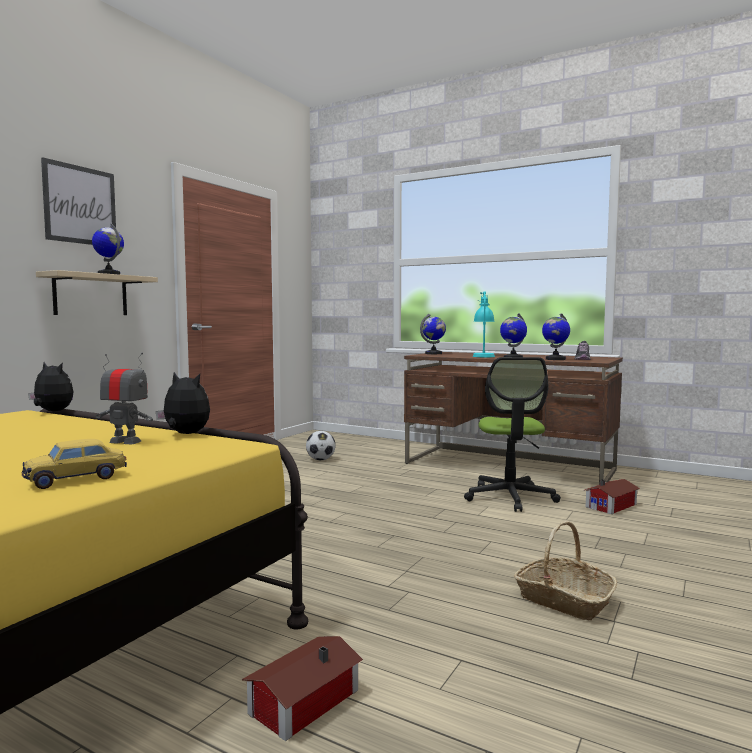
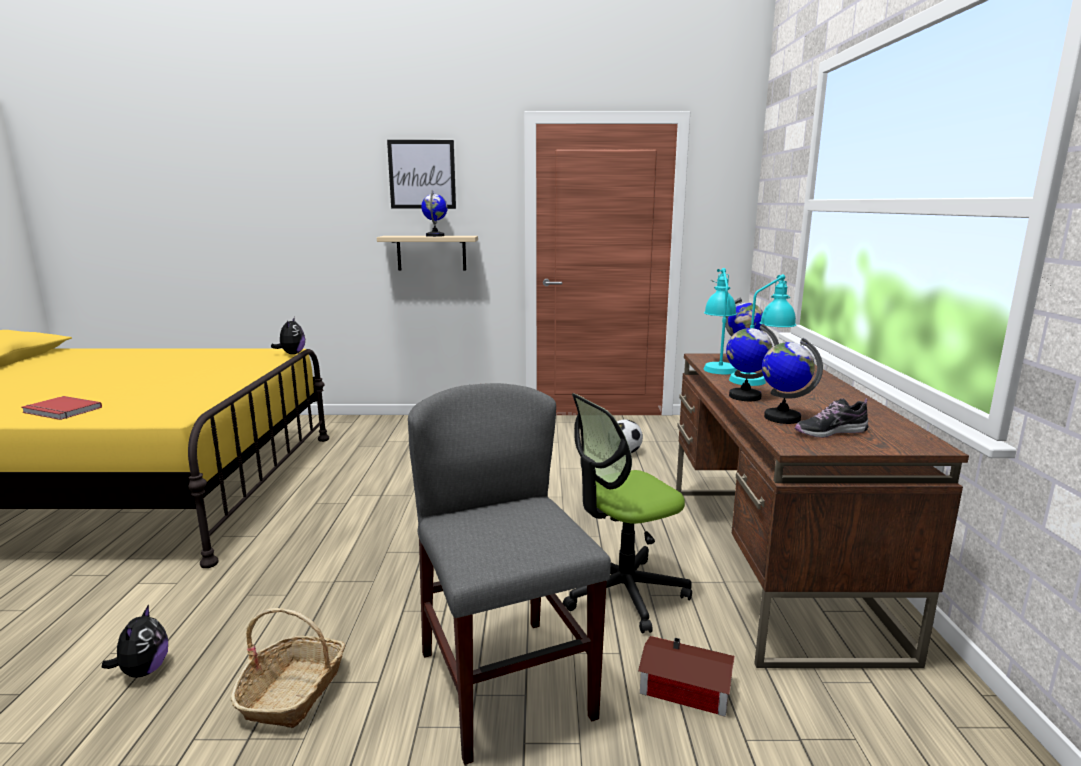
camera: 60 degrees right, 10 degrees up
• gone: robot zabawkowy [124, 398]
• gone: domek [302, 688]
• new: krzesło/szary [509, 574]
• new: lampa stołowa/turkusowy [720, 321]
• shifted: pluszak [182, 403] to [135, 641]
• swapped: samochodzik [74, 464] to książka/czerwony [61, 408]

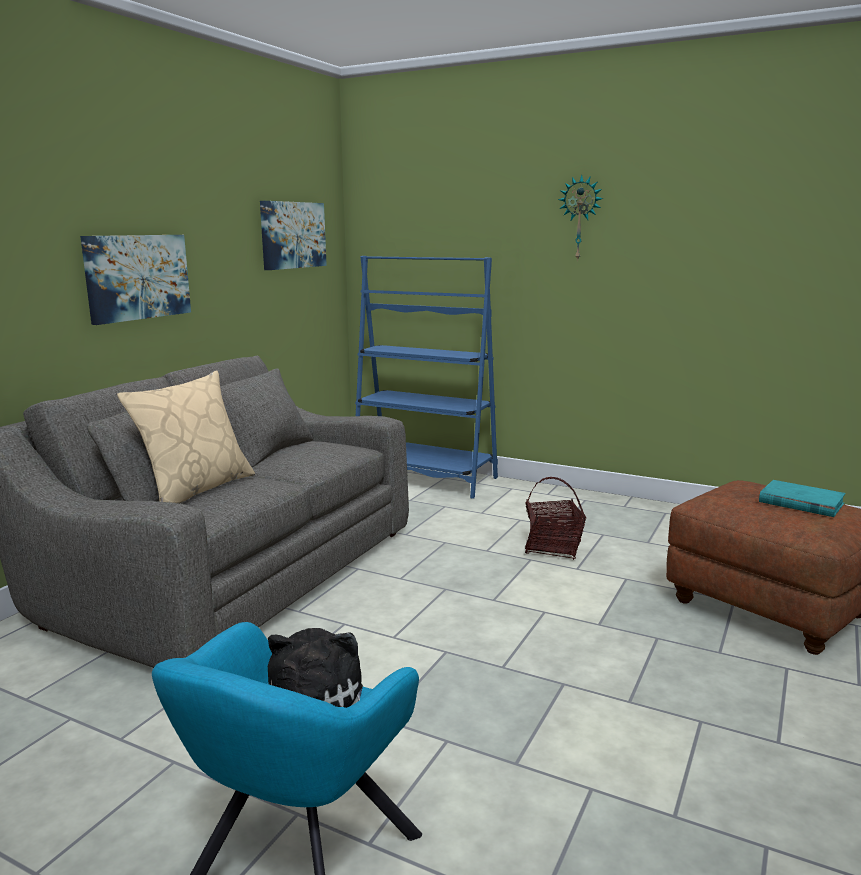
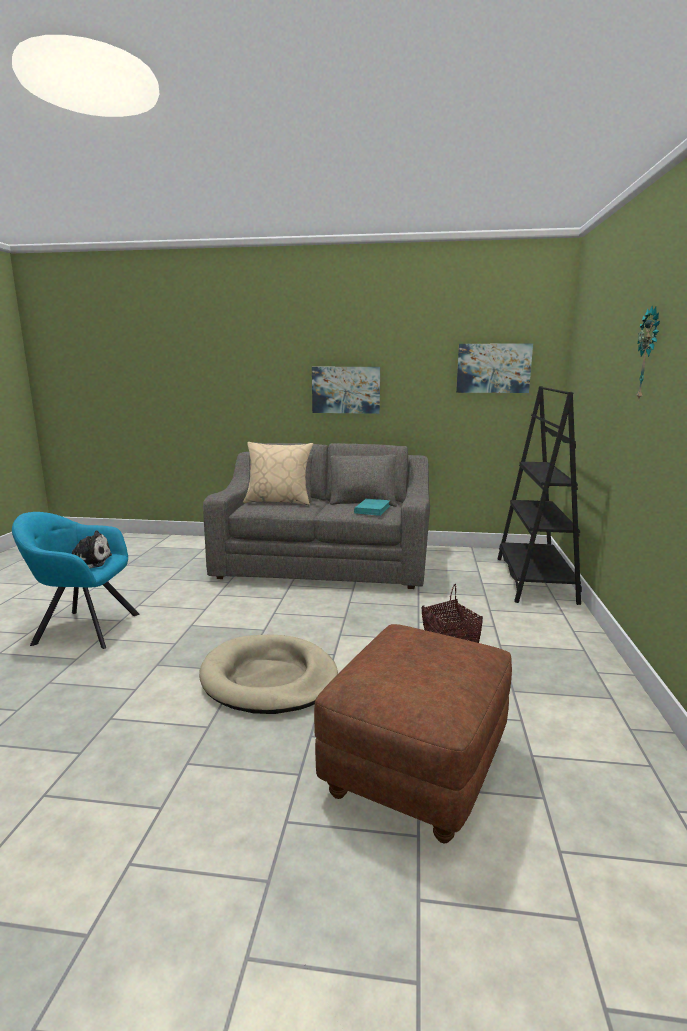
camera: 70 degrees right, 0 degrees up
• new: legowisko/beżowy [268, 674]
• shifted: książka/turkusowy [802, 498] to [372, 507]
• repainted: regał/niebieski [426, 377] to regał/czarny [539, 495]

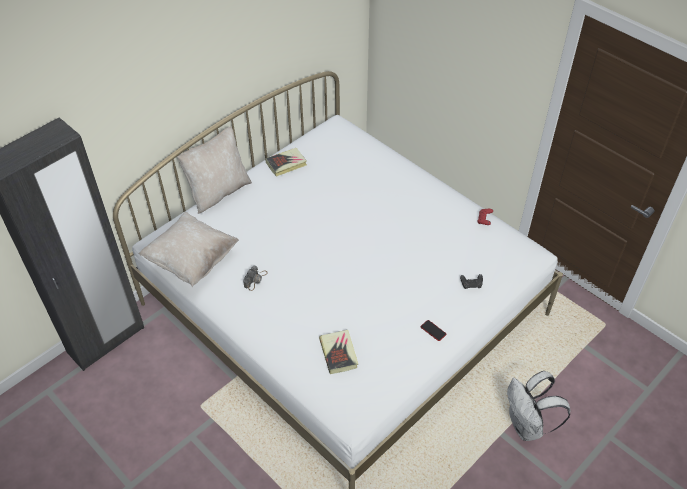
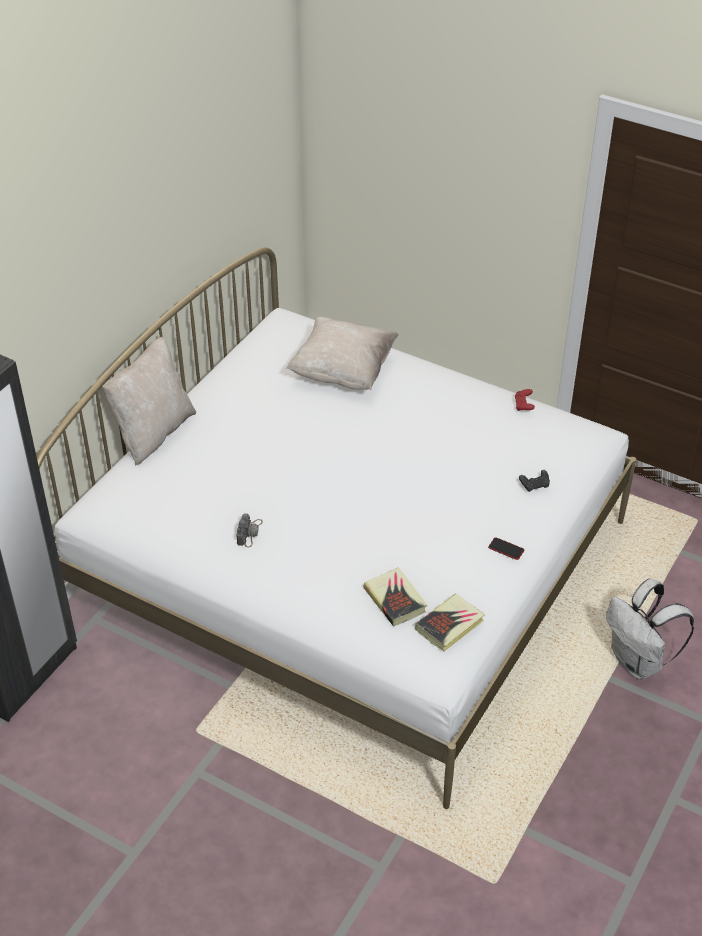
camera: 15 degrees left, 5 degrees down
• shifted: poduszka/beżowy [189, 249] to [342, 353]
• shifted: książka [286, 162] to [450, 623]

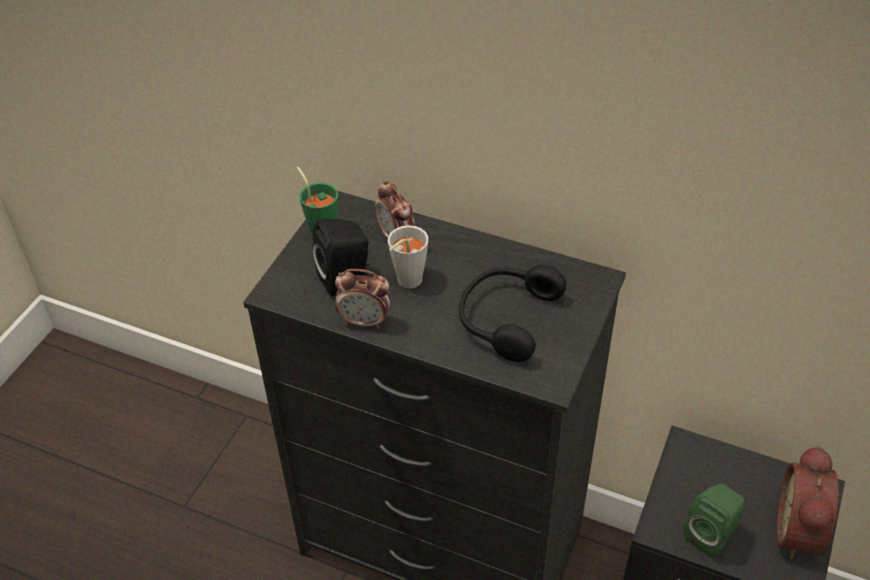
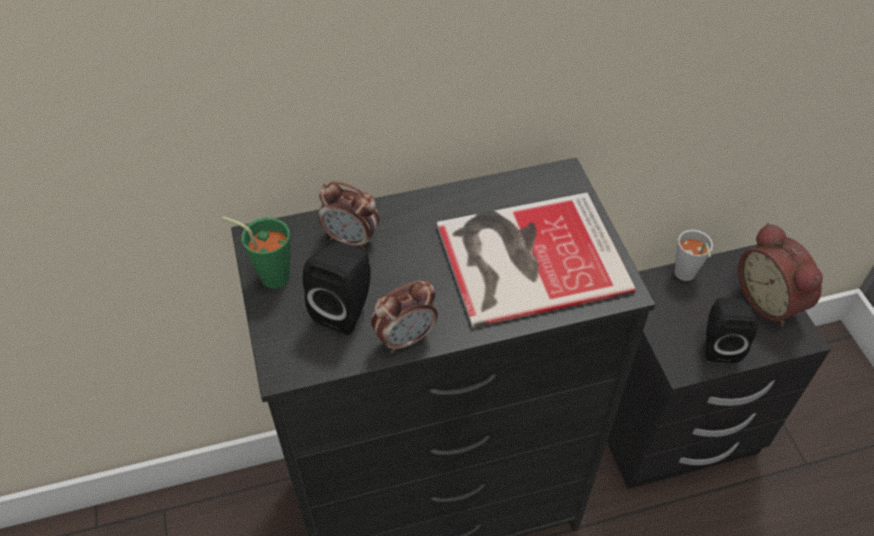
camera: 40 degrees left, 5 degrees up
• shifted: filiżanka/szary [408, 257] to [693, 255]
• swapped: słuchawki/czarny [512, 313] to książka [536, 260]
• repainted: głośnik/zielony [714, 521] to głośnik/czarny [732, 330]

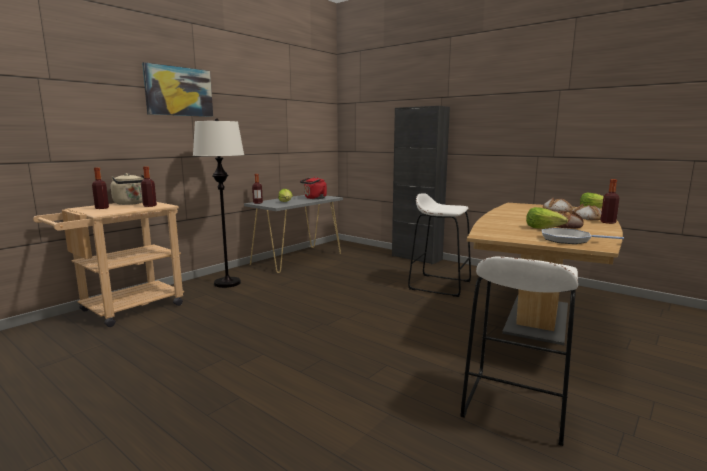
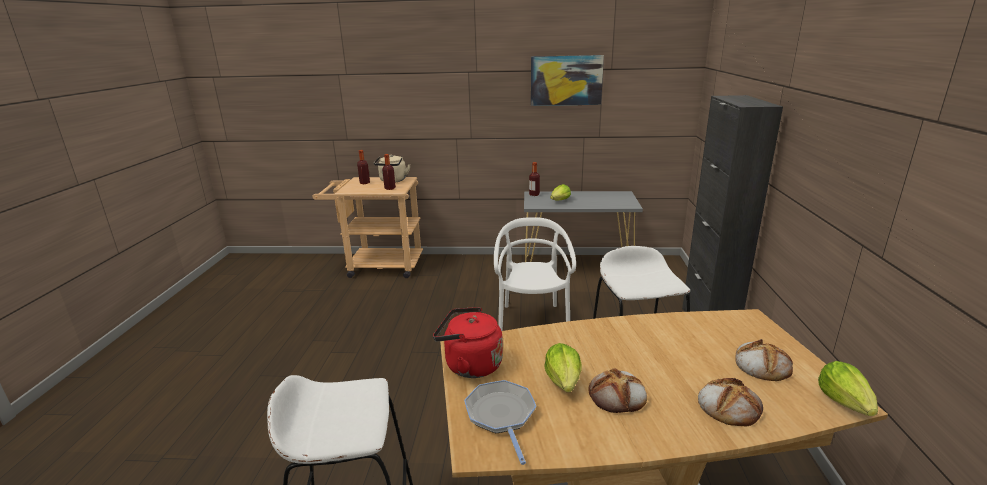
camera: 55 degrees right, 10 degrees up
• gone: lampa stojąca/biały [218, 203]
• gone: butelka [609, 201]
• new: krzesło/biały [535, 274]
• shifted: obraz [177, 89] to [567, 80]
• shifted: czajnik/czerwony [313, 188] to [468, 342]

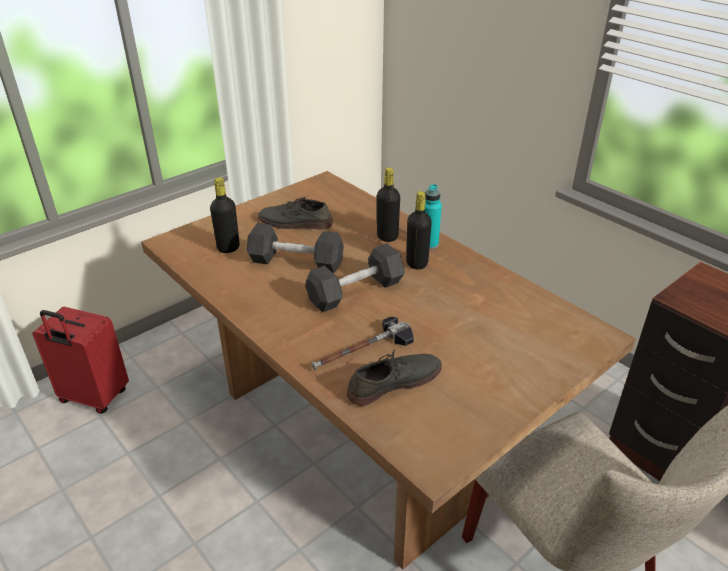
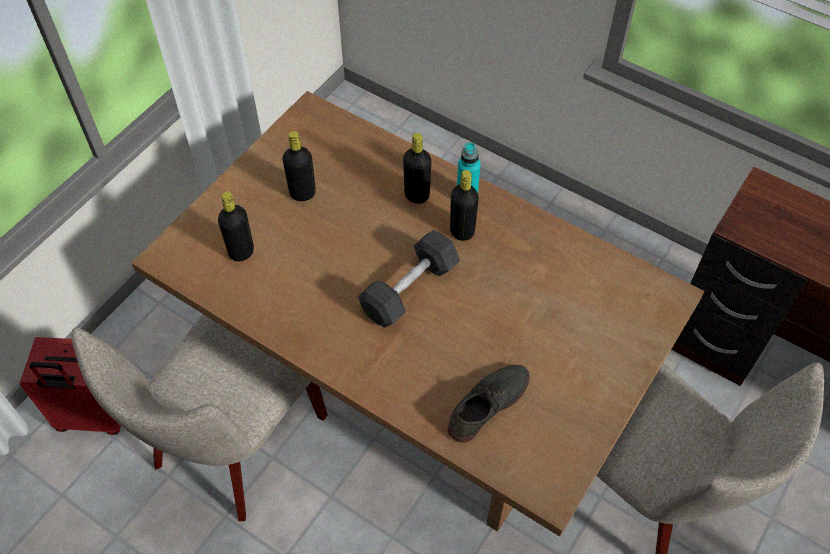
camera: 15 degrees left, 20 degrees up
• gone: hantel/czarny [295, 248]
• gone: młotek [362, 343]
• new: krzesło/beżowy [199, 417]
• swapped: but/szary [295, 213] to butelka/czarny [299, 166]

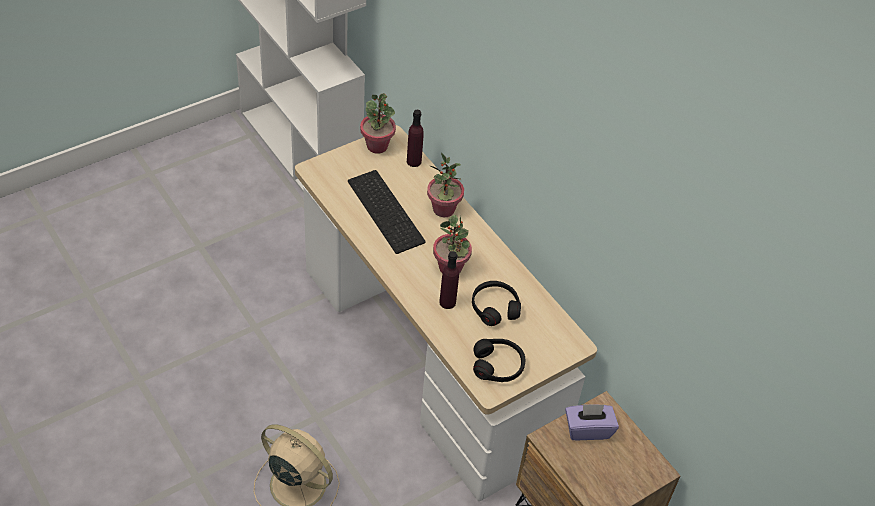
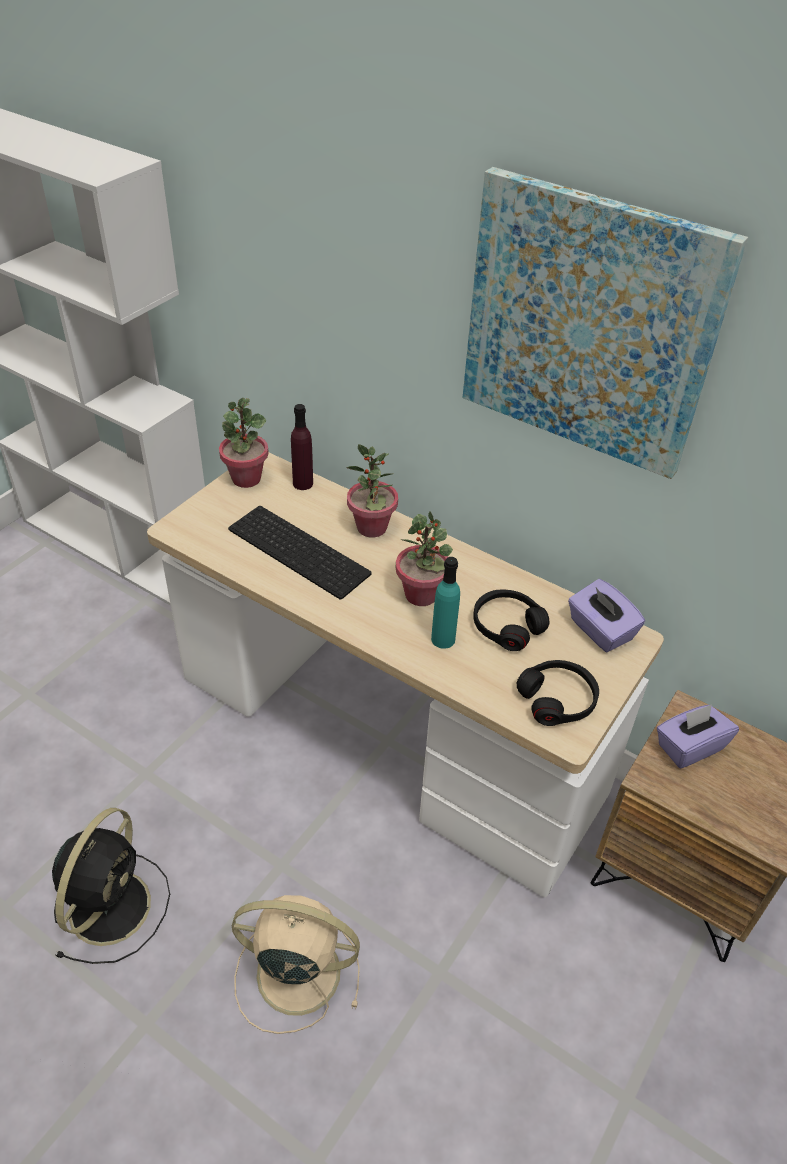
camera: 20 degrees left, 5 degrees down
• new: wentylator/czarny [111, 886]
• new: obraz [605, 323]
• new: pudełko chusteczek/fioletowy [606, 615]
• repainted: butelka/fioletowy [449, 280] to butelka/turkusowy [445, 603]

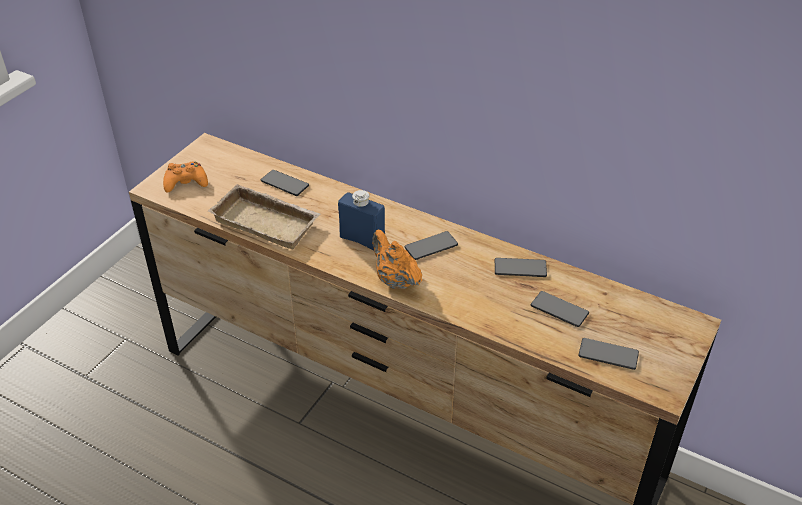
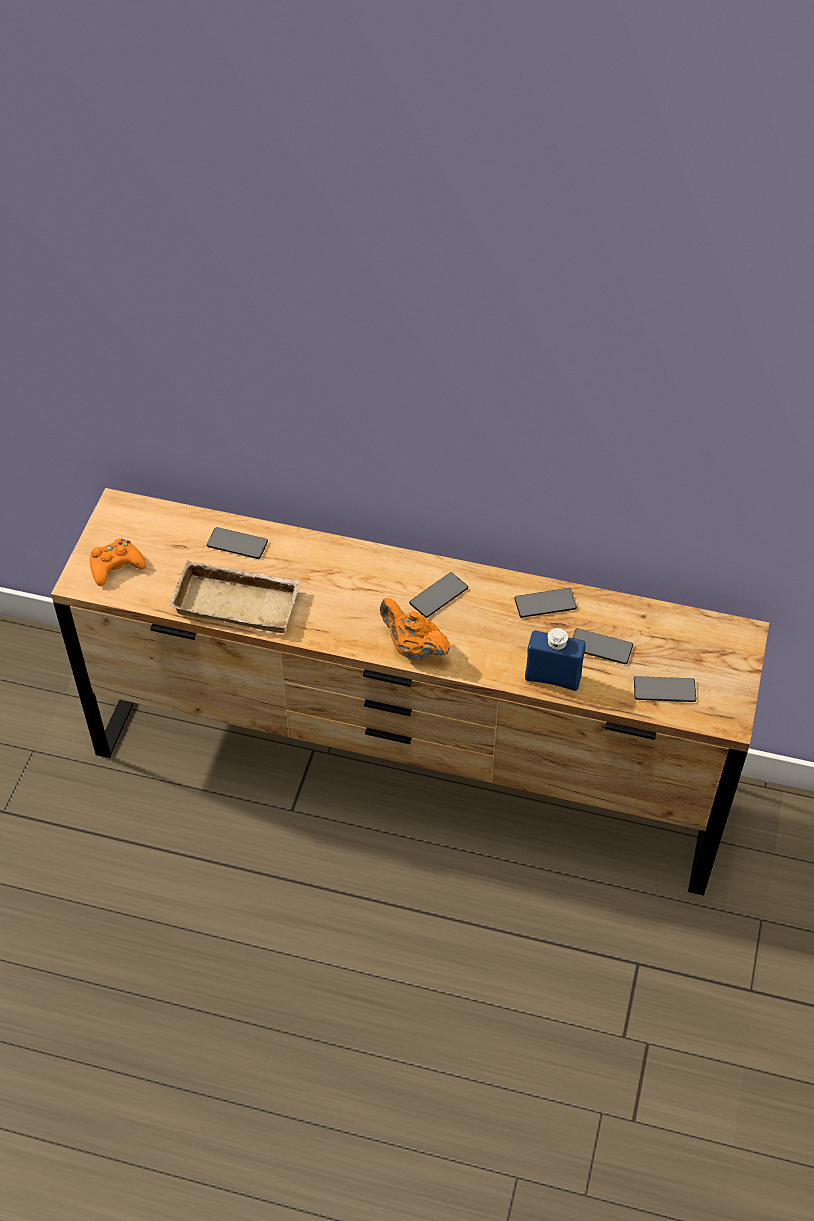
camera: 15 degrees left, 10 degrees up
• shifted: butelka/niebieski [361, 220] to [555, 659]

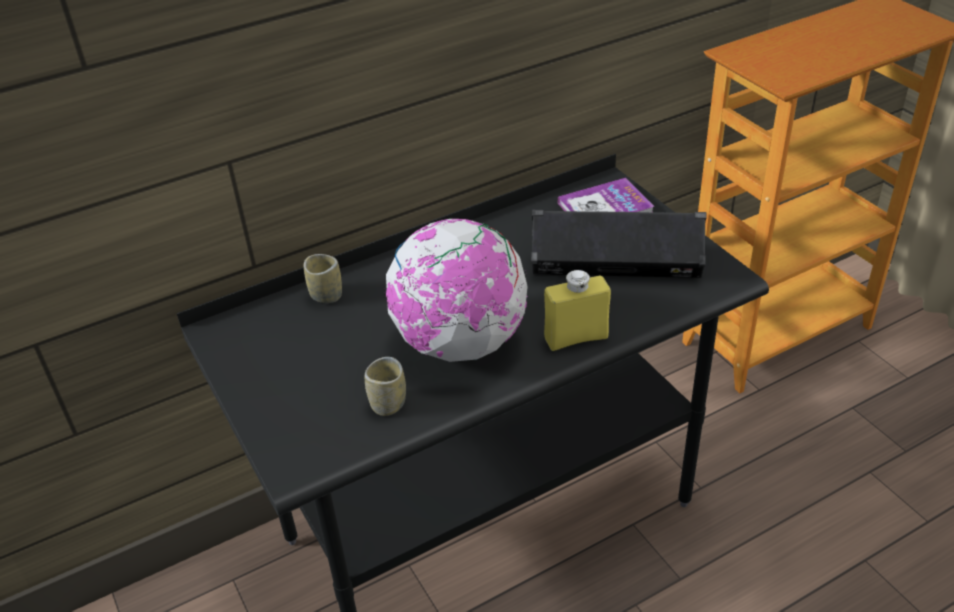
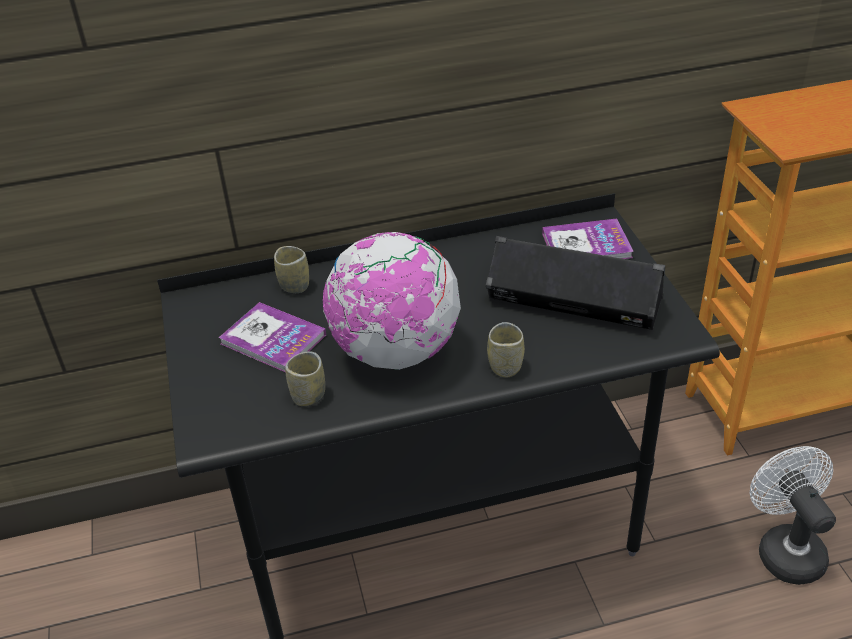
camera: 15 degrees right, 0 degrees up
• new: książka [272, 337]
• new: wentylator/biały [793, 515]
• swapped: butelka/żółty [577, 310] to filiżanka [506, 350]

